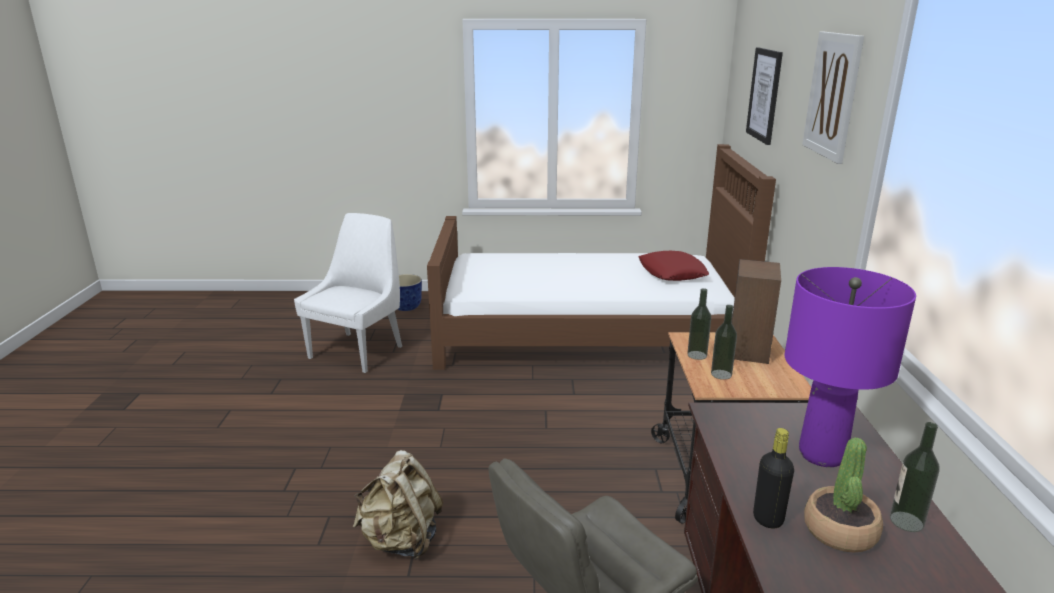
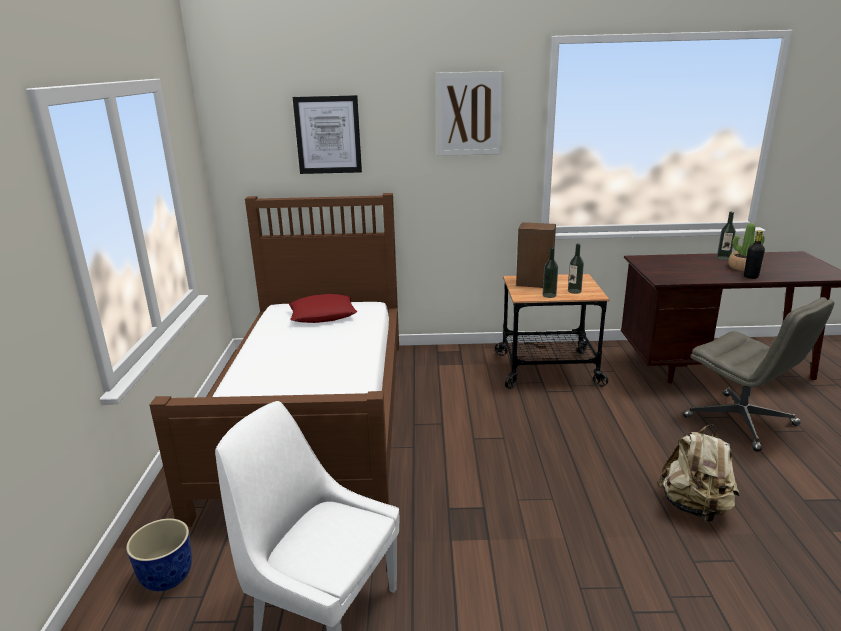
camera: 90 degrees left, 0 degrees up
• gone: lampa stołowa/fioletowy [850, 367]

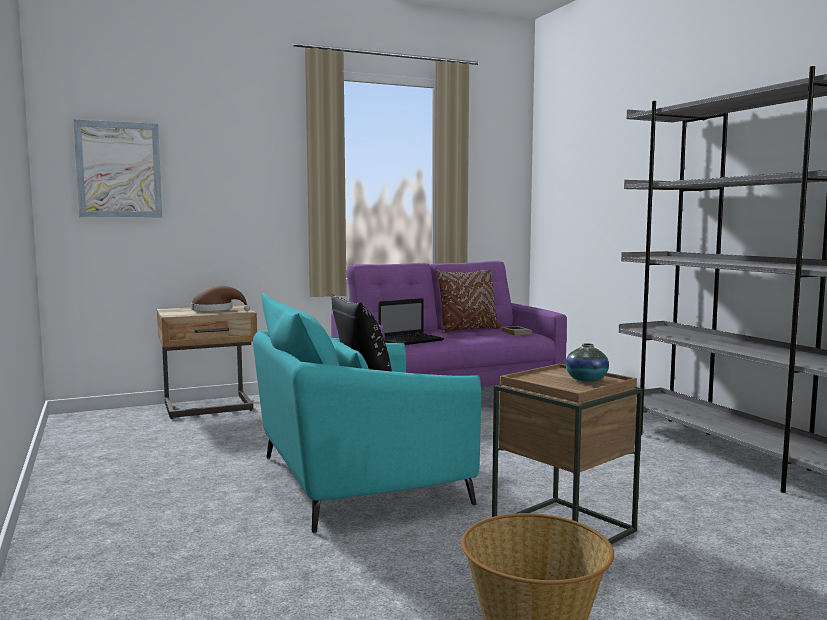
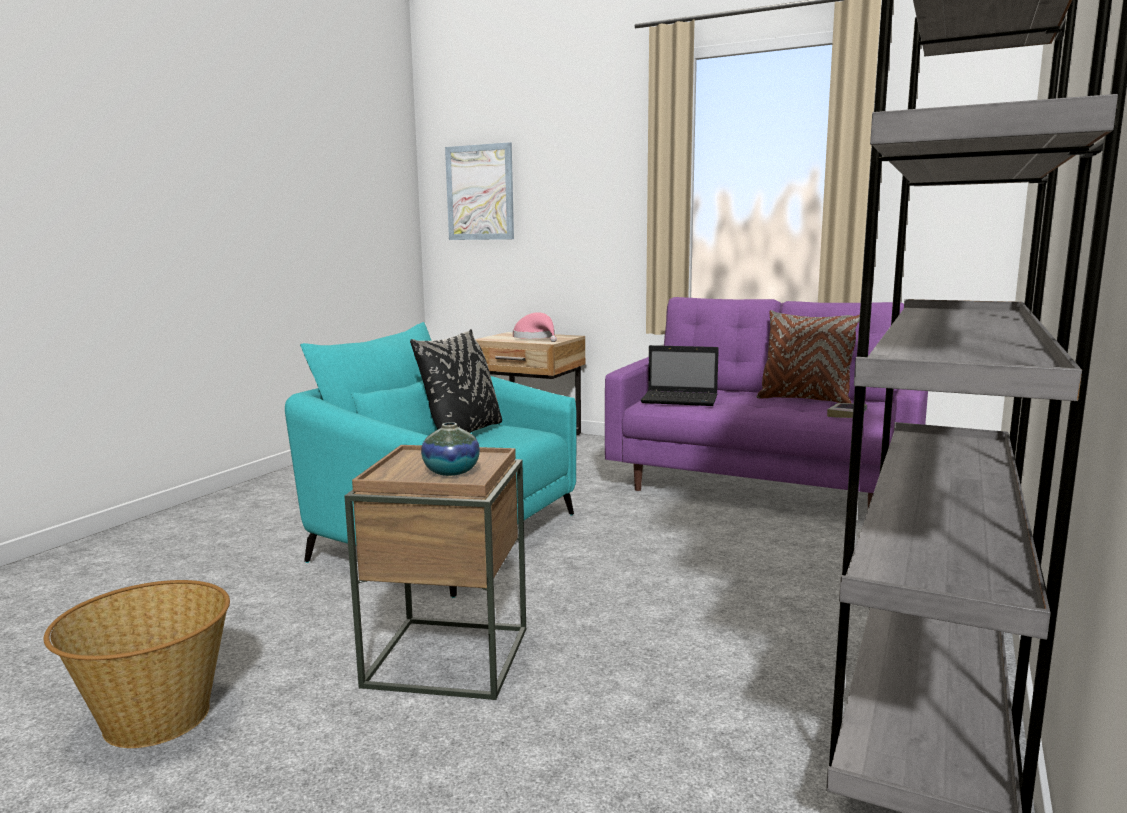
camera: 50 degrees right, 5 degrees up
• repainted: kapelusz/brązowy [220, 298] to kapelusz/różowy [535, 327]

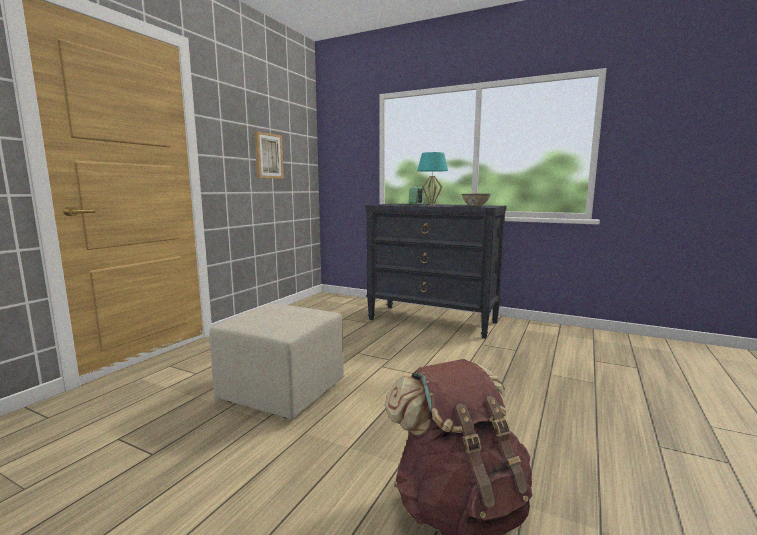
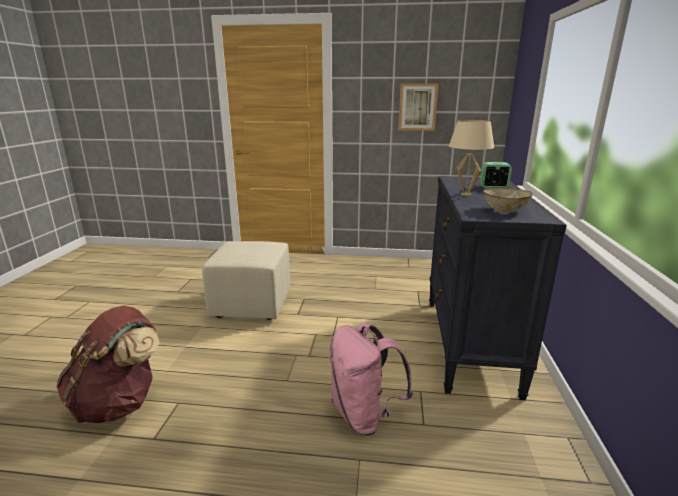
camera: 70 degrees right, 10 degrees up
• new: plecak/różowy [371, 379]
• repainted: lampa stołowa/turkusowy [432, 179] to lampa stołowa/beżowy [471, 158]

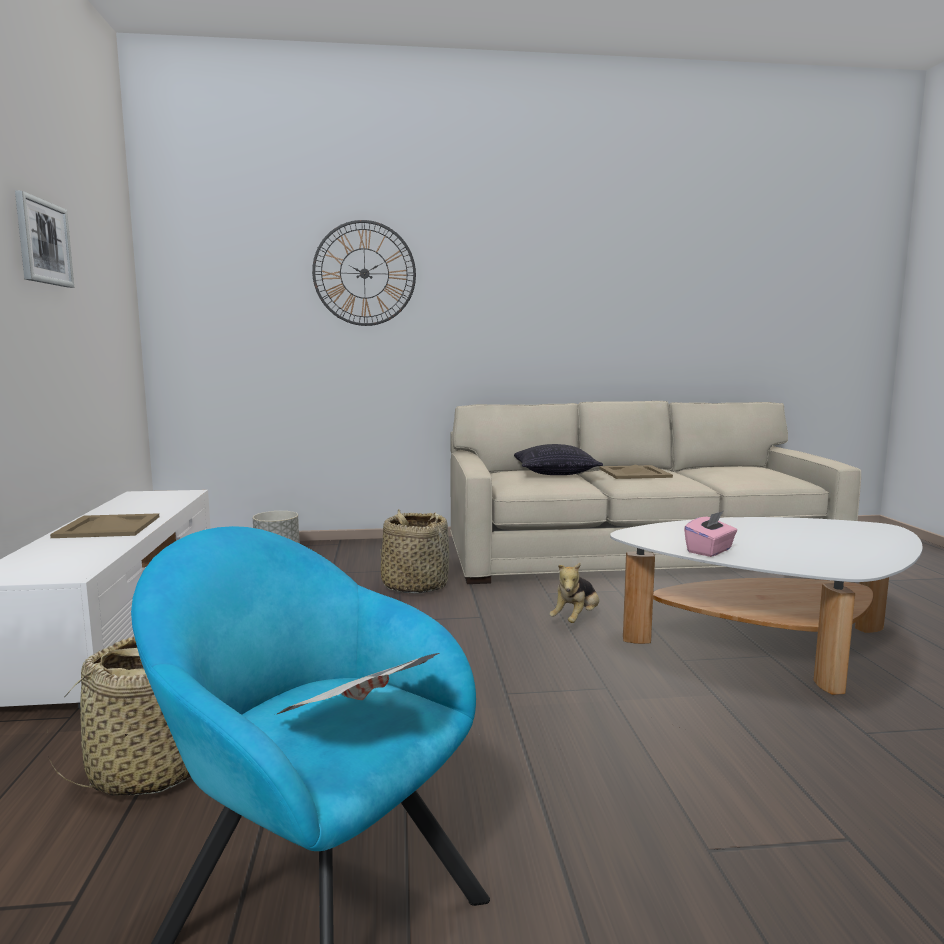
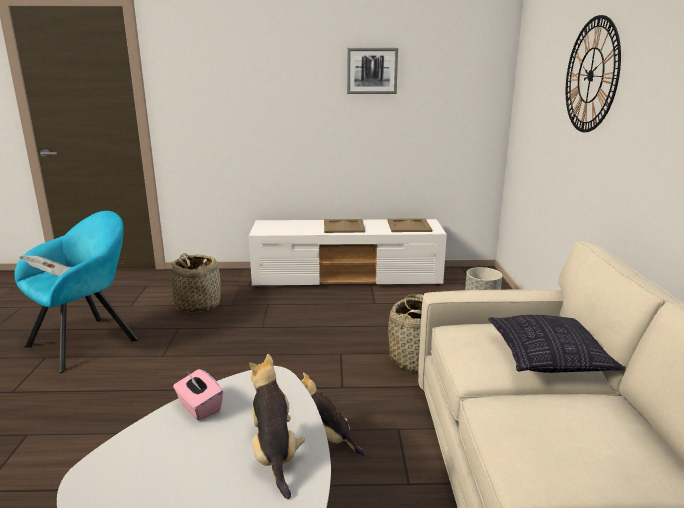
camera: 95 degrees right, 10 degrees up
• new: pluszak [277, 426]
• shifted: taca/beżowy [636, 472] to [409, 225]

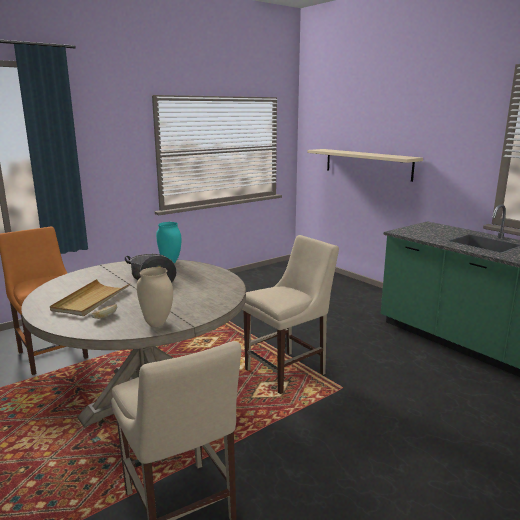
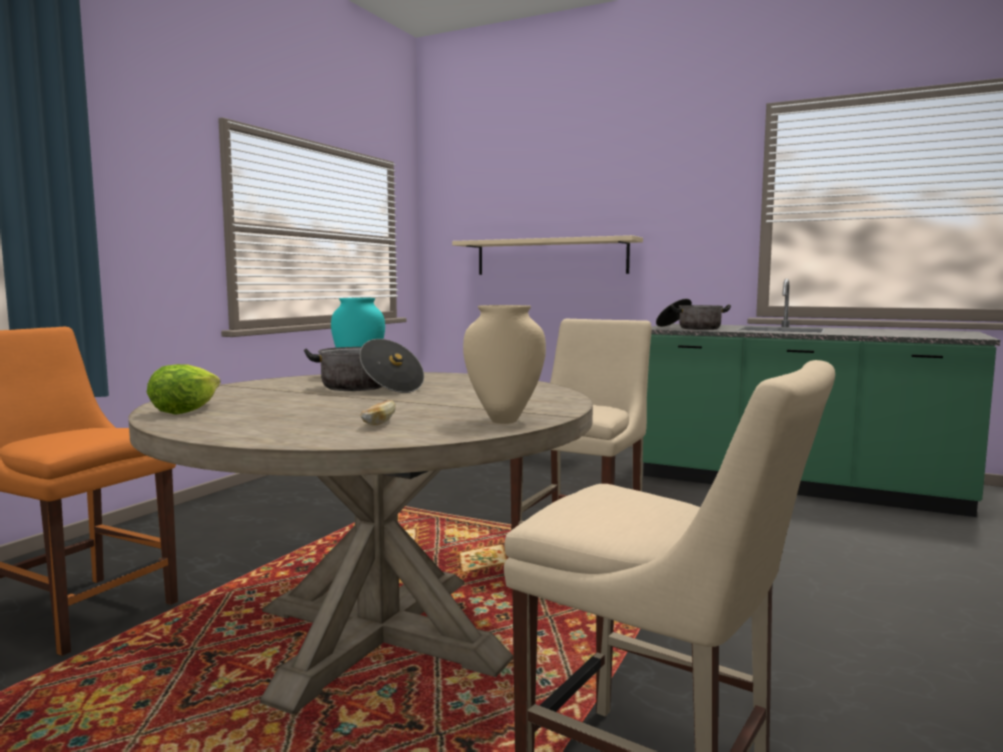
camera: 25 degrees left, 10 degrees down
• gone: taca/beżowy [90, 297]
• new: sałata [184, 389]
• new: garnek [693, 314]

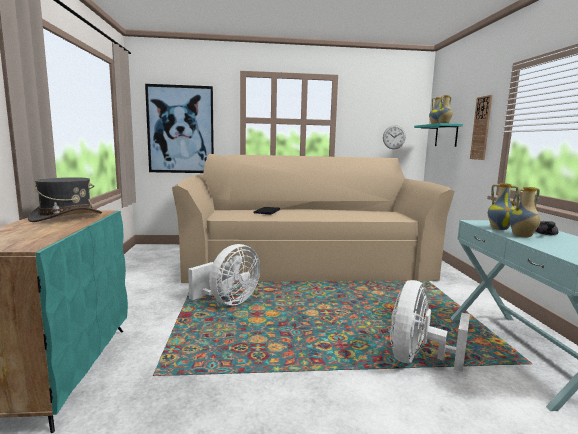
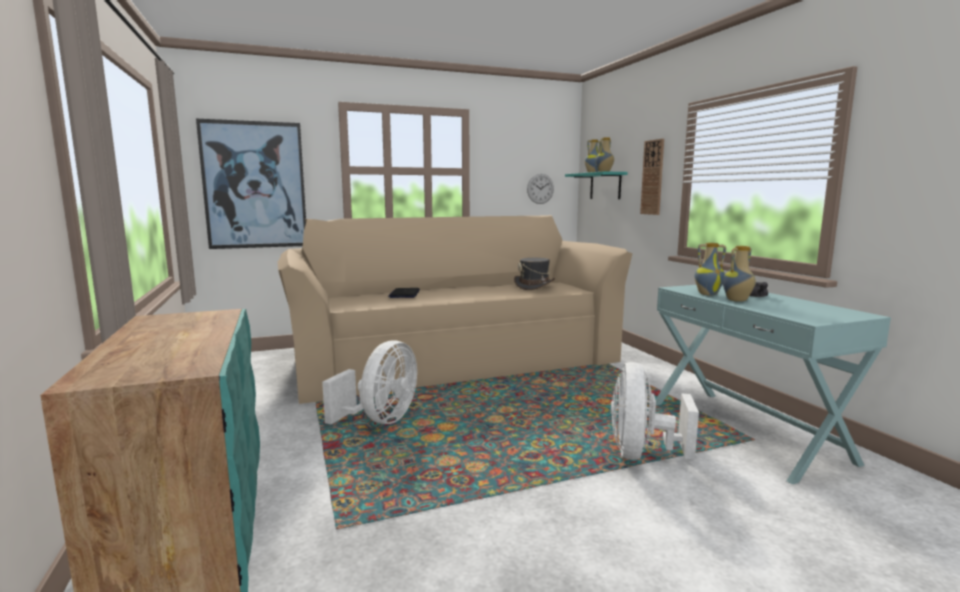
camera: 15 degrees left, 0 degrees up
• shifted: kapelusz/szary [65, 199] to [534, 274]

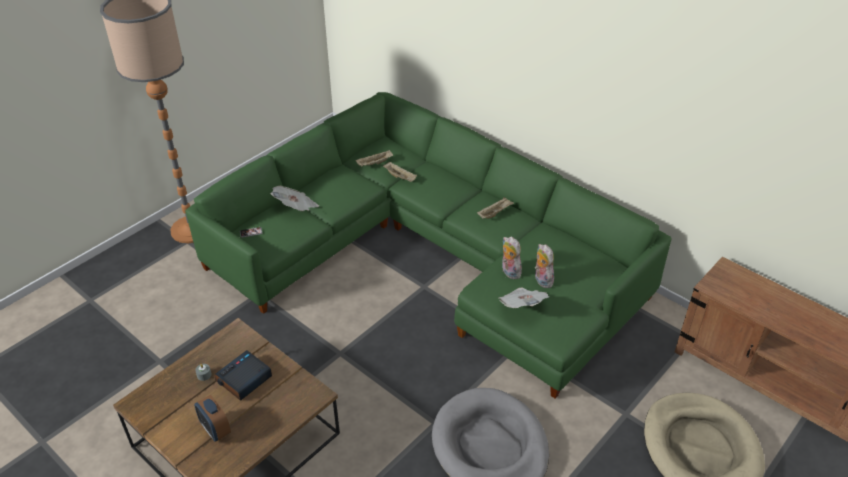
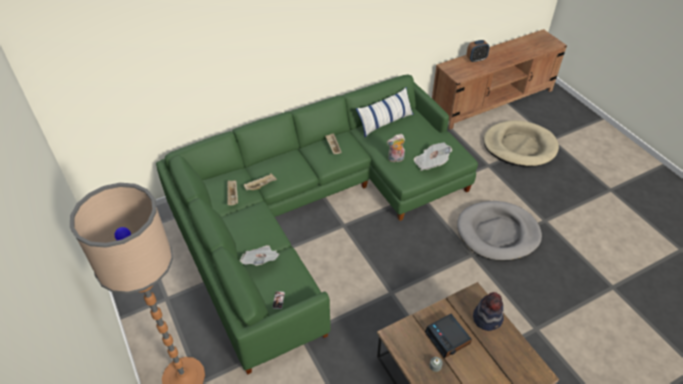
camera: 70 degrees left, 5 degrees up
• gone: pluszak [544, 266]
• new: poduszka [385, 112]
• new: kapelusz [488, 311]
• shifted: budzik [212, 418] to [478, 51]

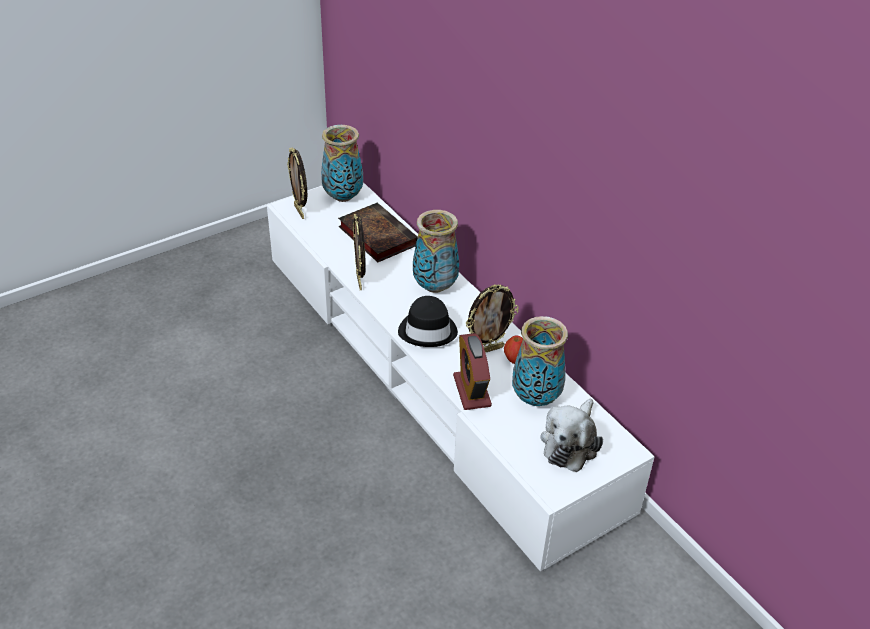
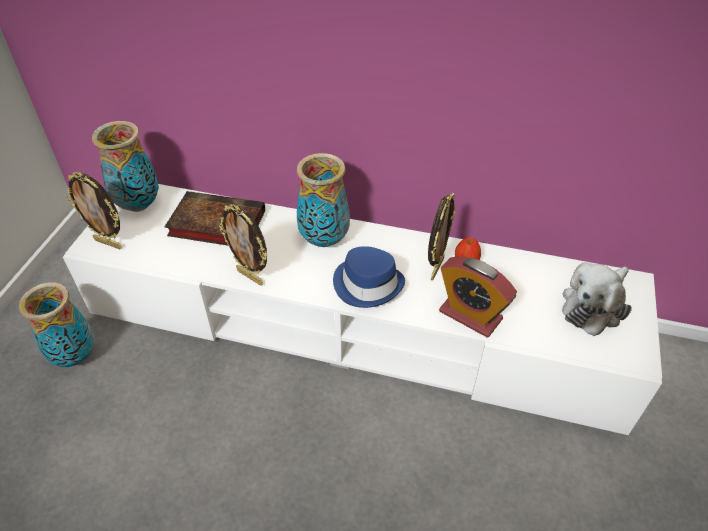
camera: 40 degrees left, 5 degrees up
• shifted: wazon [540, 361] to [57, 325]
• repainted: kapelusz/czarny [428, 321] to kapelusz/niebieski [369, 277]
• rotated: pluszak [571, 435] = [597, 299] 60 degrees clockwise

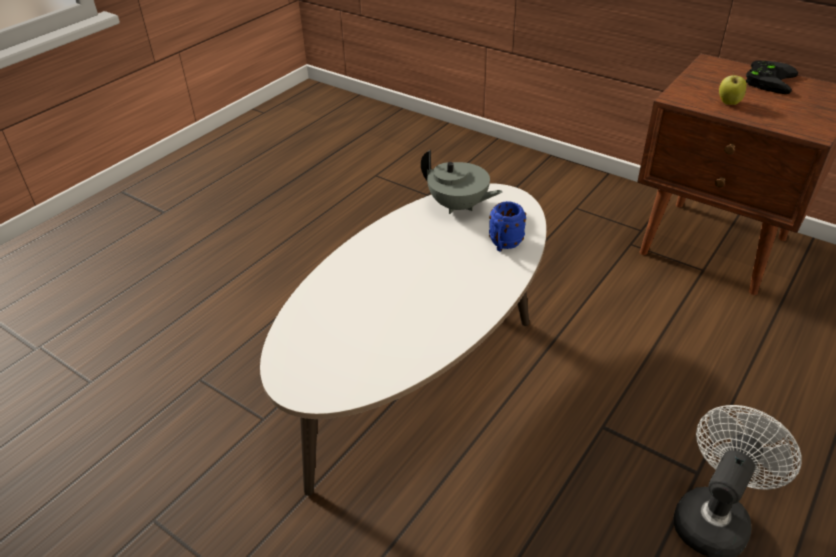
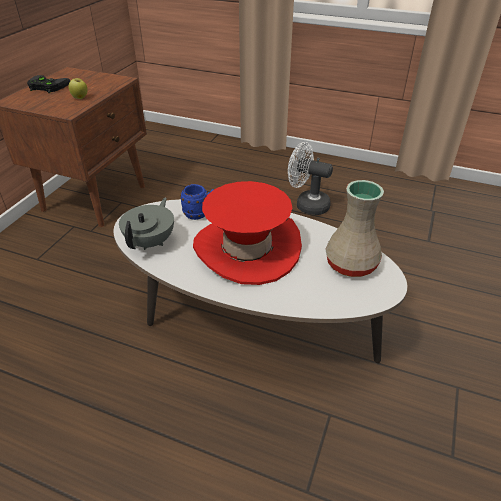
camera: 105 degrees left, 0 degrees up
• new: kapelusz/czerwony [247, 233]
• new: wazon/beżowy [354, 228]

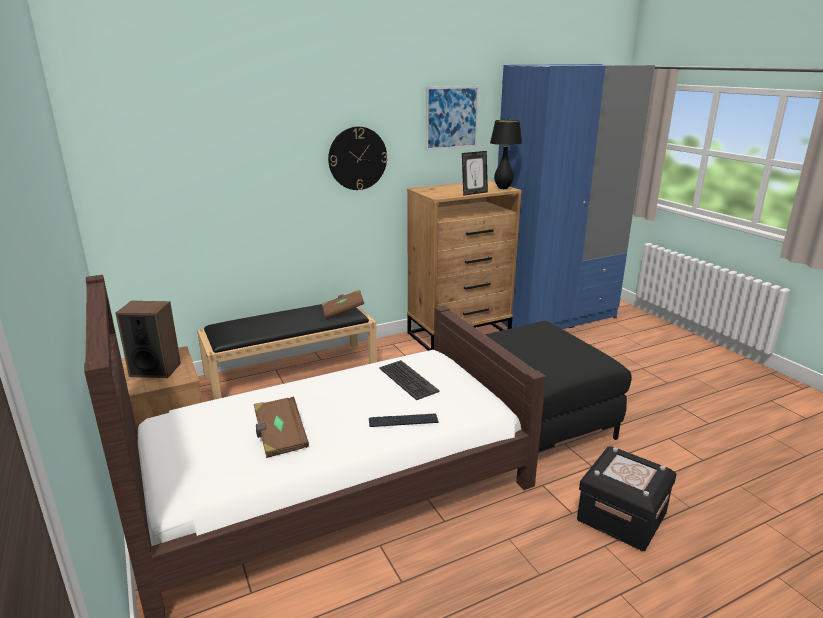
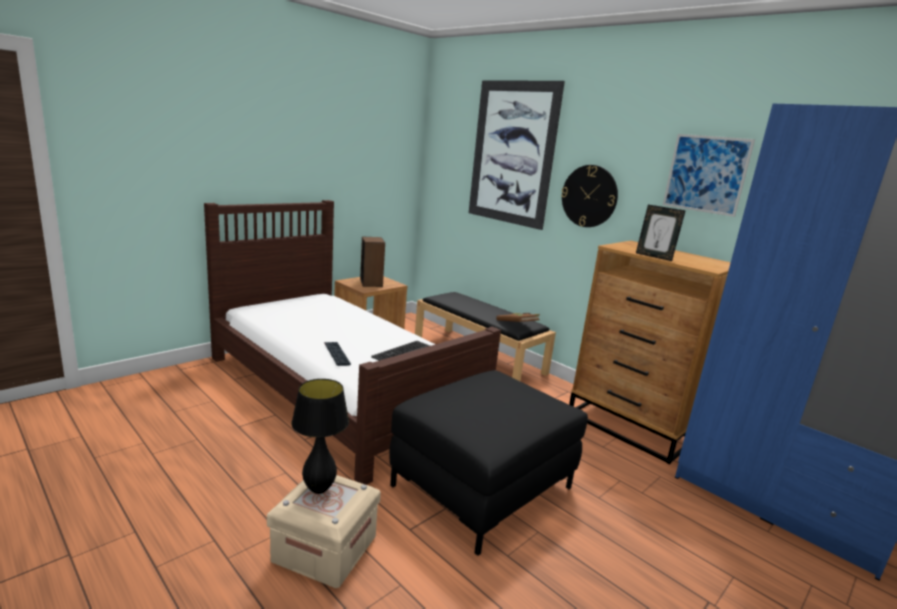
camera: 70 degrees right, 5 degrees down
• gone: książka/brązowy [281, 427]
• new: obraz [517, 155]
• shifted: lampa stołowa/czarny [506, 154] to [320, 436]
• repainted: pojemnik do przechowywania/czarny [627, 499] to pojemnik do przechowywania/beżowy [324, 531]

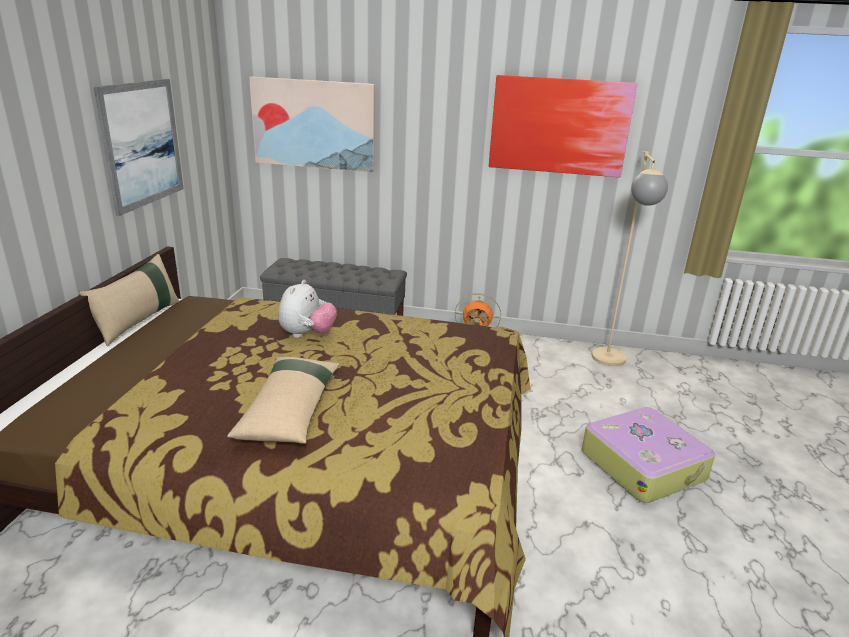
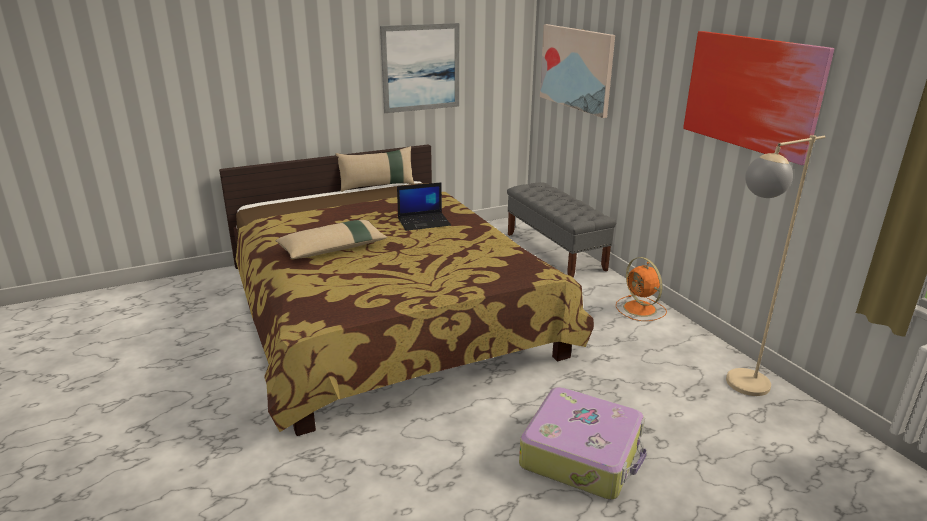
camera: 55 degrees right, 0 degrees up
• swapped: pluszak [307, 309] to laptop [424, 206]

